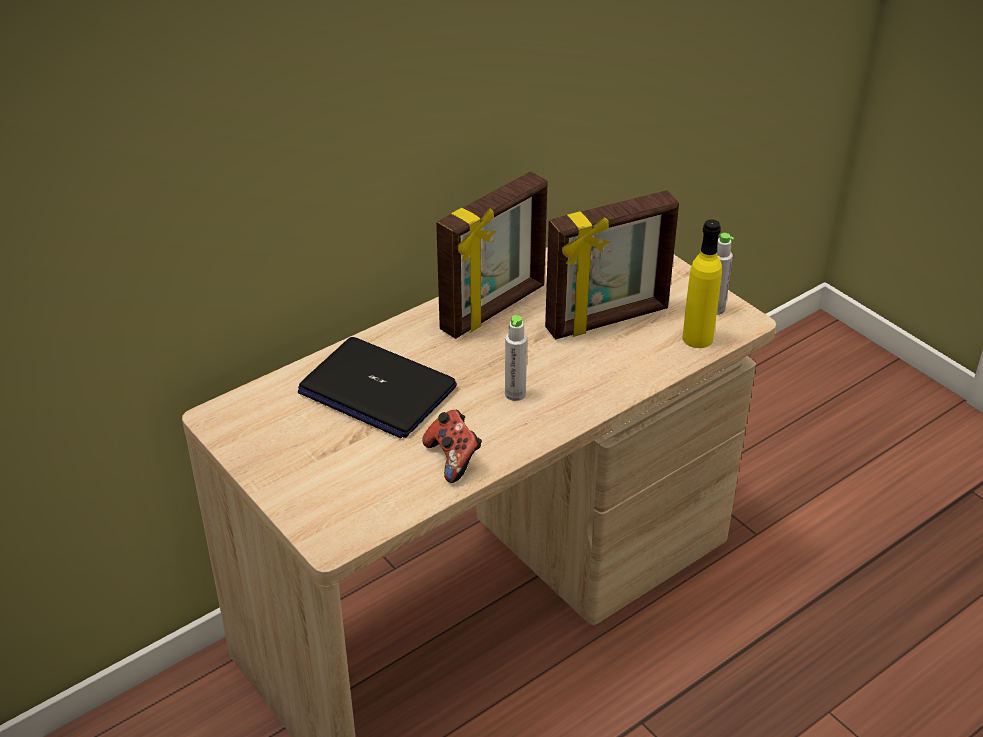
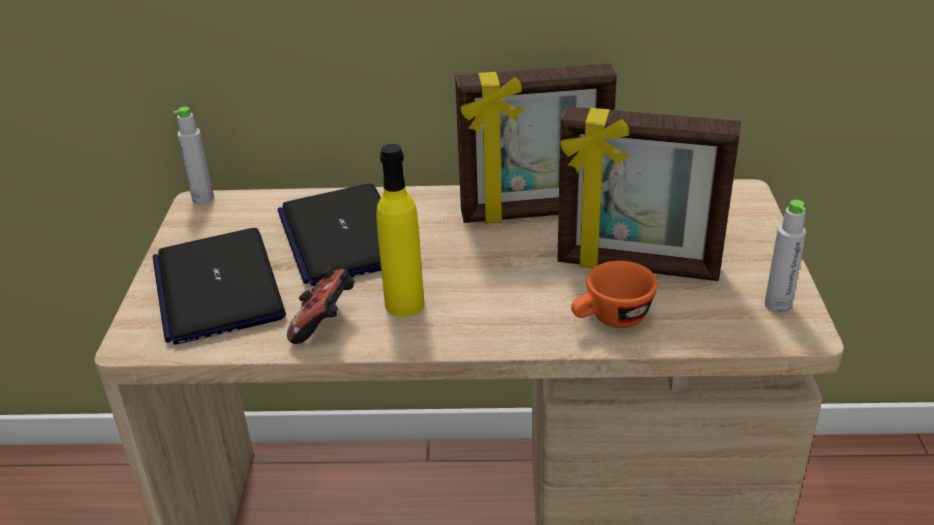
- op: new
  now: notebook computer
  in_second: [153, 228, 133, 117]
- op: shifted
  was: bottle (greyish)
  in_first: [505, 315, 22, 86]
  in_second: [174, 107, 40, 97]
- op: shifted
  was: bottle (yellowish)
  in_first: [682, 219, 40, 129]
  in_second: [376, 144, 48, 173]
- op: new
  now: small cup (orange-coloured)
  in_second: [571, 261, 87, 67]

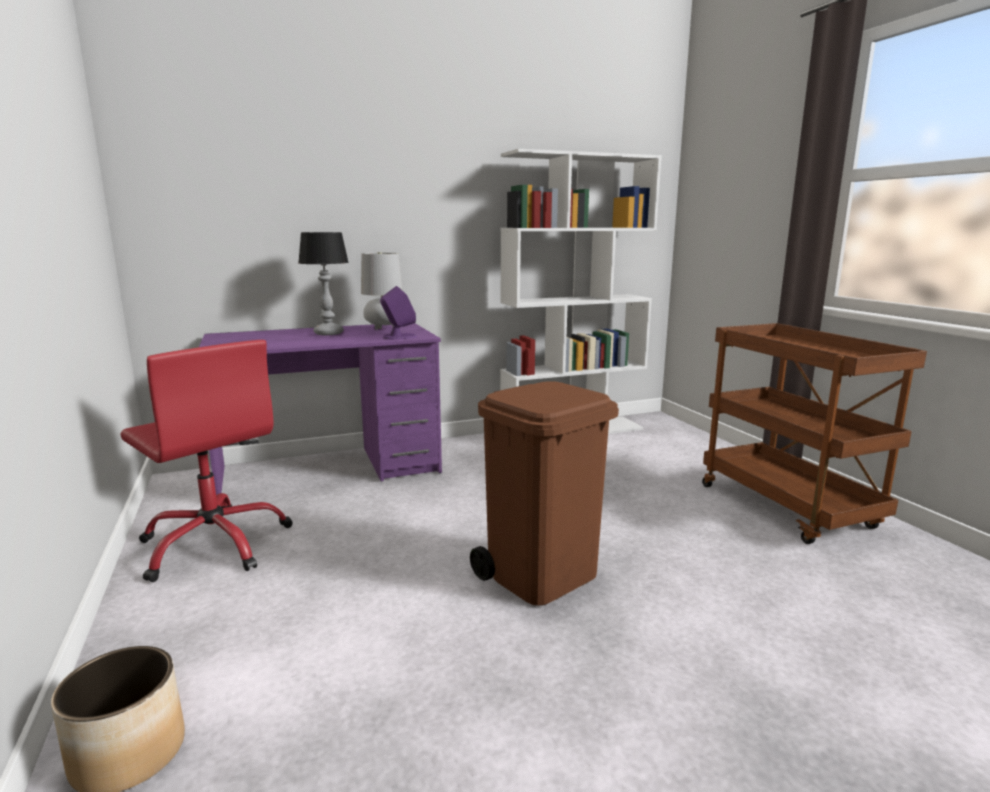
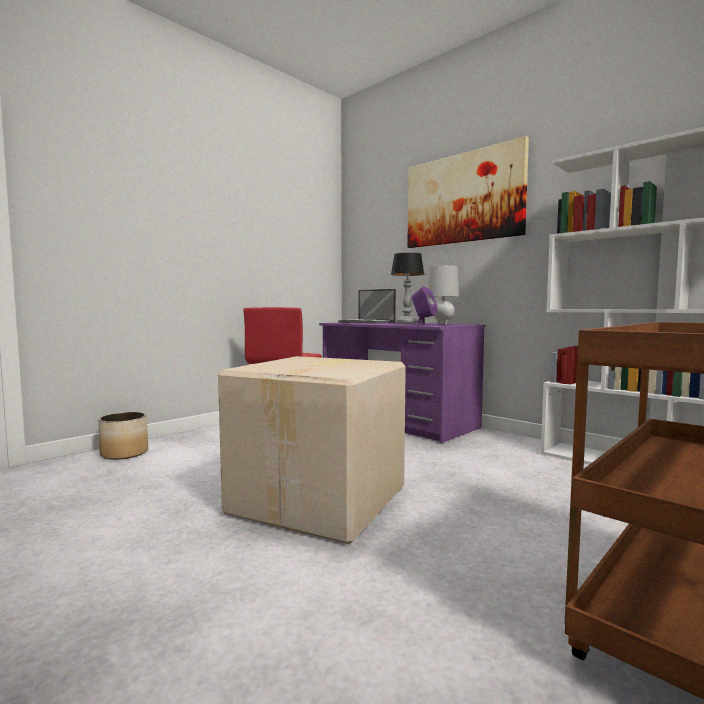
- op: swapped
  was: waste bin (brownish)
  now: cardboard box
  in_first: [470, 381, 149, 225]
  in_second: [218, 356, 188, 188]
- op: new
  now: notebook computer
  in_second: [339, 289, 57, 35]
- op: new
  now: wall art
  in_second: [407, 136, 122, 112]

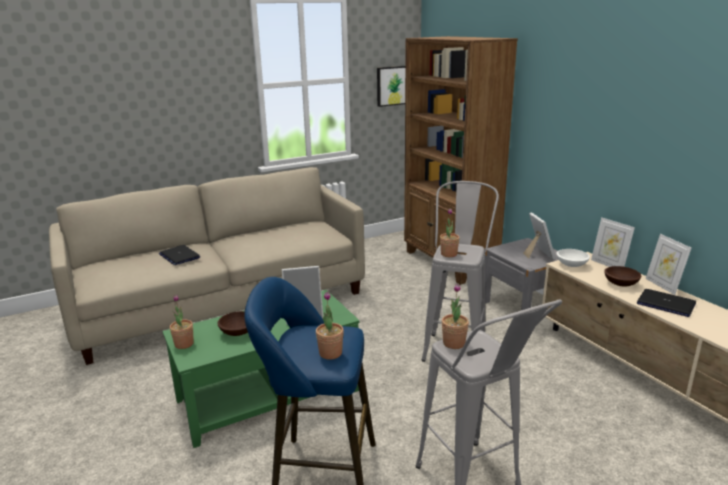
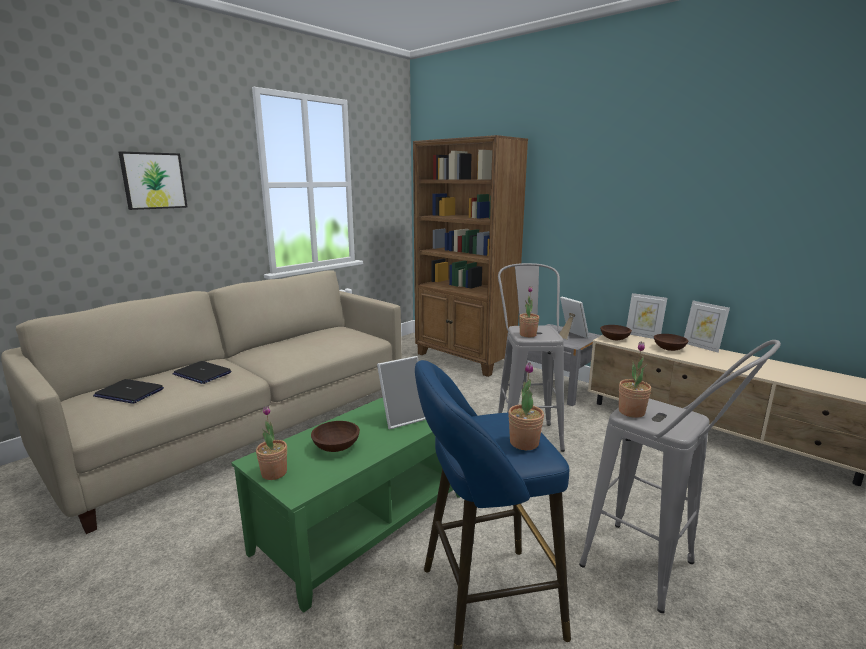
- op: shifted
  was: notebook computer
  in_first: [637, 289, 59, 28]
  in_second: [93, 379, 71, 24]
- op: shifted
  was: wall art
  in_first: [377, 66, 28, 41]
  in_second: [119, 151, 69, 59]
- op: repainted
  was: bowl (white-coloured)
  now: bowl (brownish)
  in_first: [556, 249, 34, 18]
  in_second: [600, 325, 32, 15]

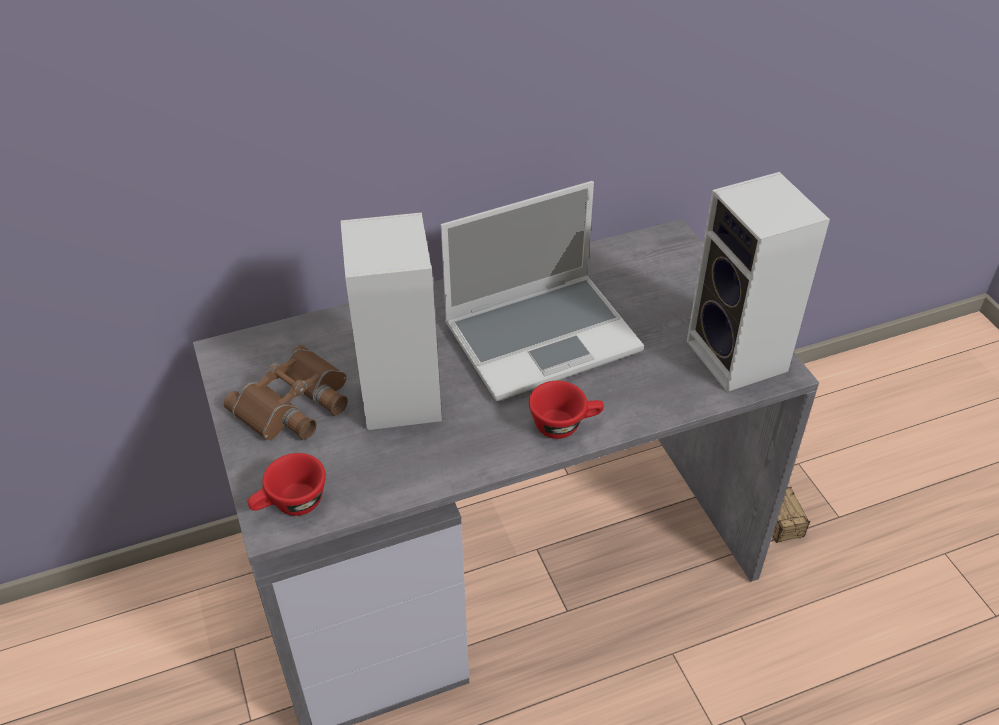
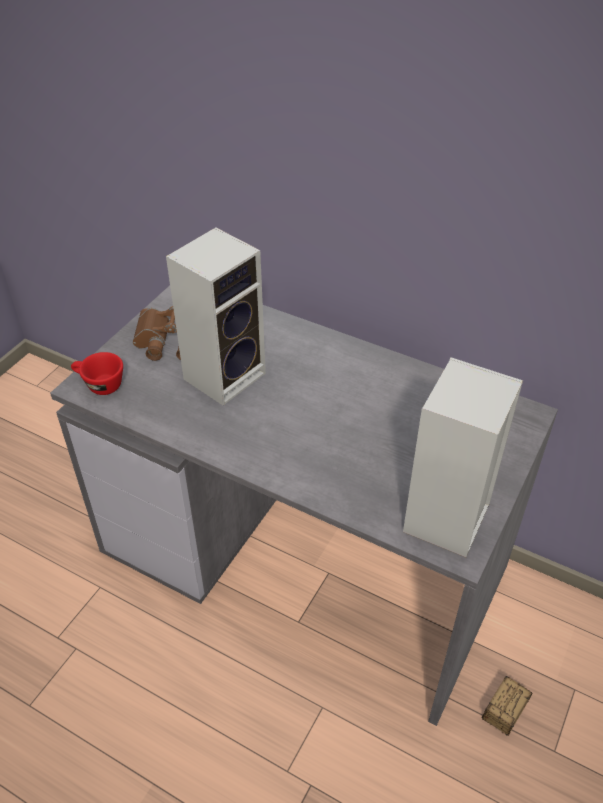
- op: gone
  was: notebook computer
  in_first: [441, 181, 203, 221]
- op: gone
  was: small cup (red-coloured)
  in_first: [529, 381, 75, 58]

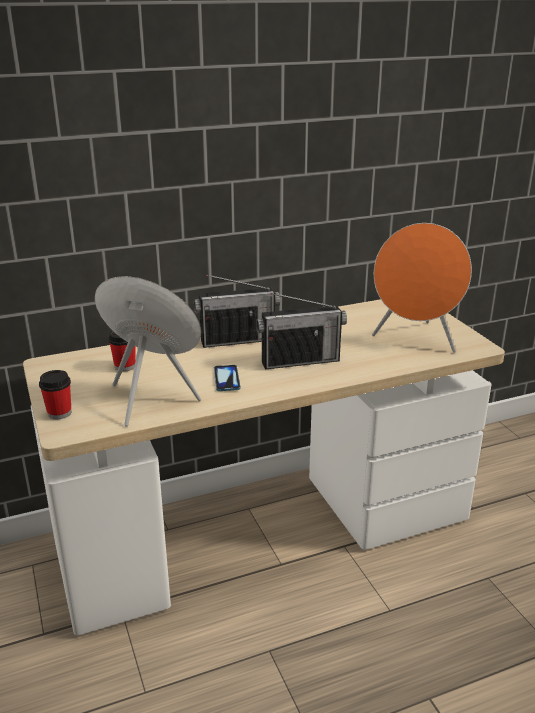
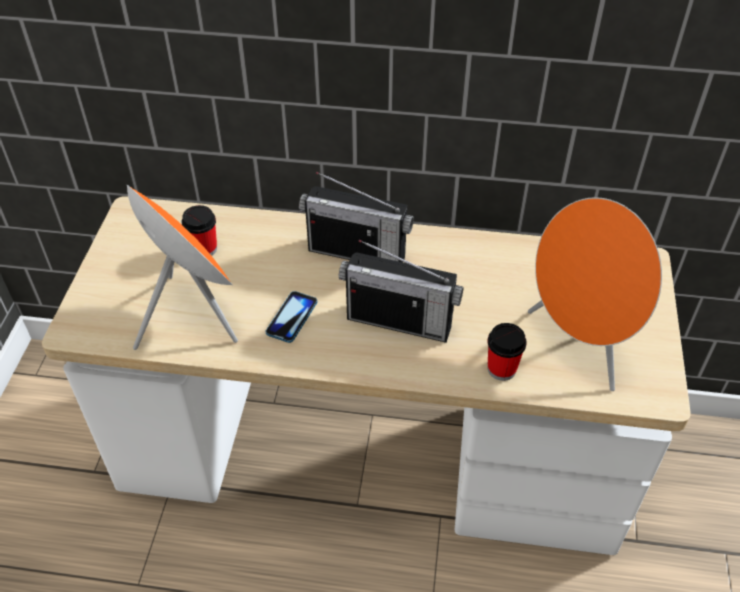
- op: shifted
  was: small cup
  in_first: [39, 370, 32, 49]
  in_second: [488, 323, 39, 58]

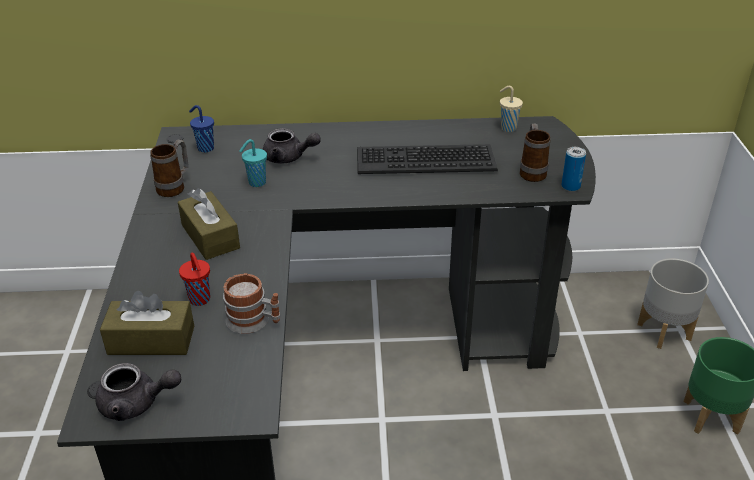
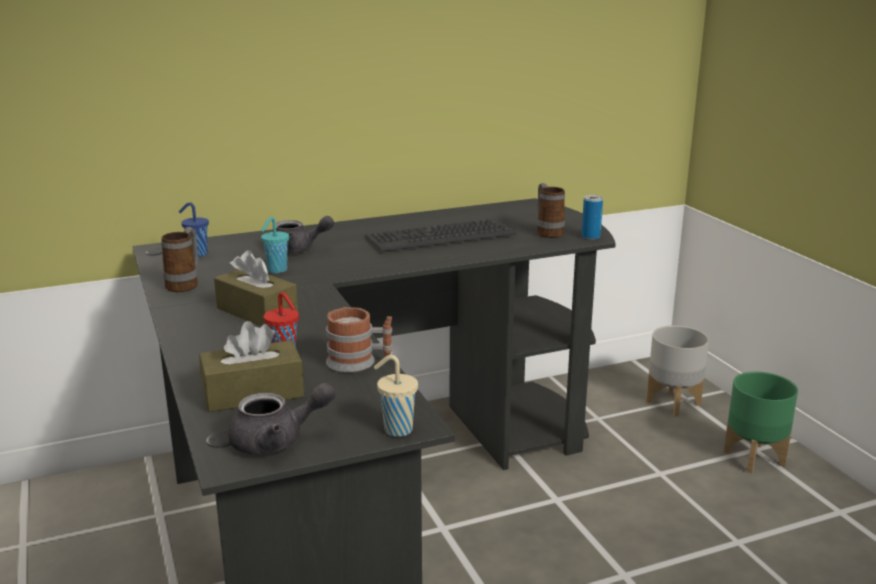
- op: shifted
  was: small cup (beige)
  in_first: [500, 86, 23, 46]
  in_second: [374, 355, 44, 82]

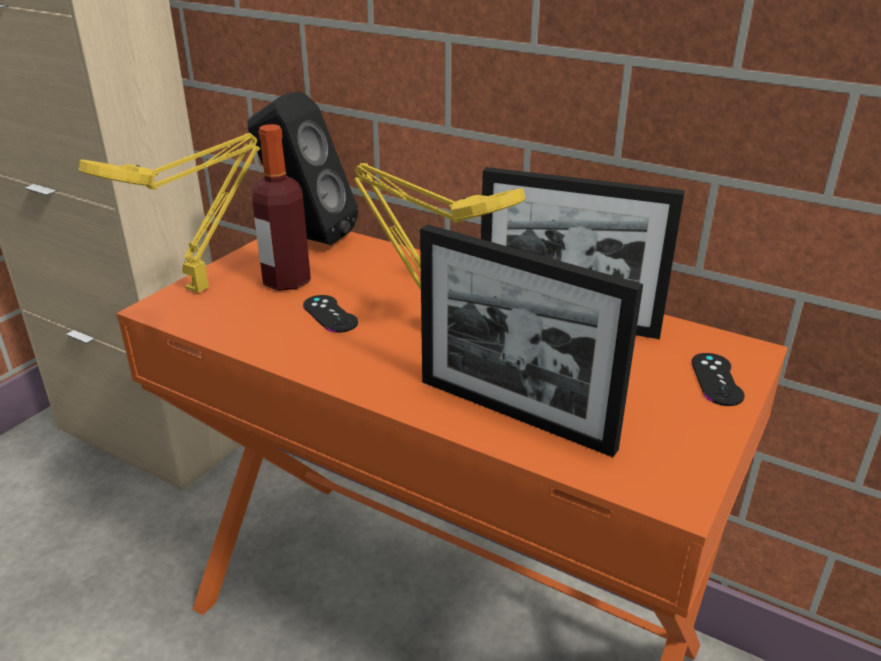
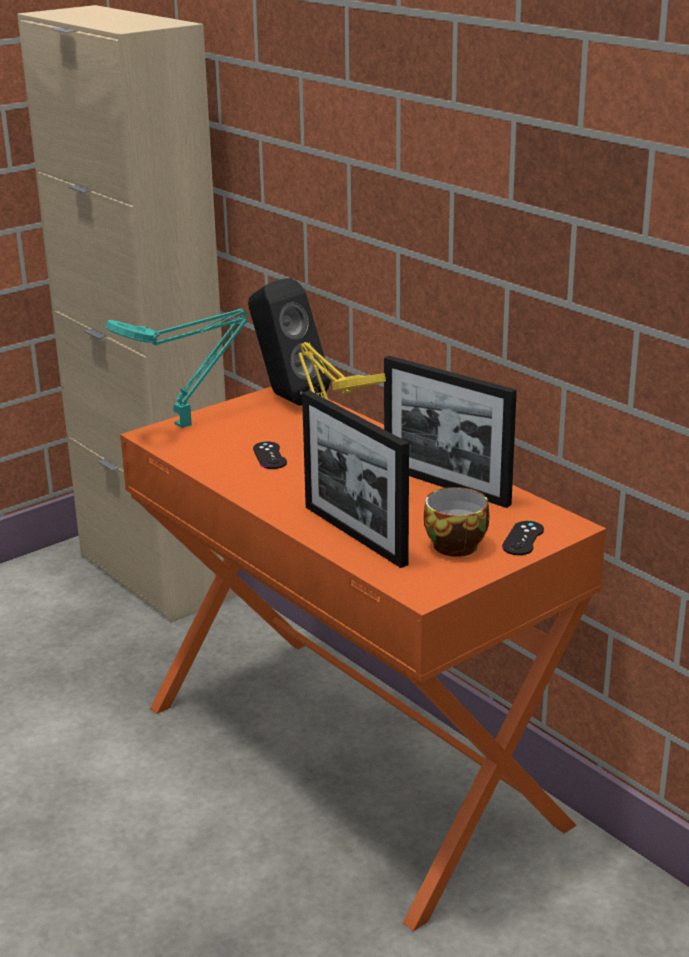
- op: repainted
  was: lamp for a table (yellowish)
  now: lamp for a table (blue-green)
  in_first: [79, 133, 181, 160]
  in_second: [106, 309, 143, 119]
- op: new
  now: small cup
  in_second: [424, 487, 65, 70]
- op: gone
  was: bottle
  in_first: [252, 124, 59, 167]

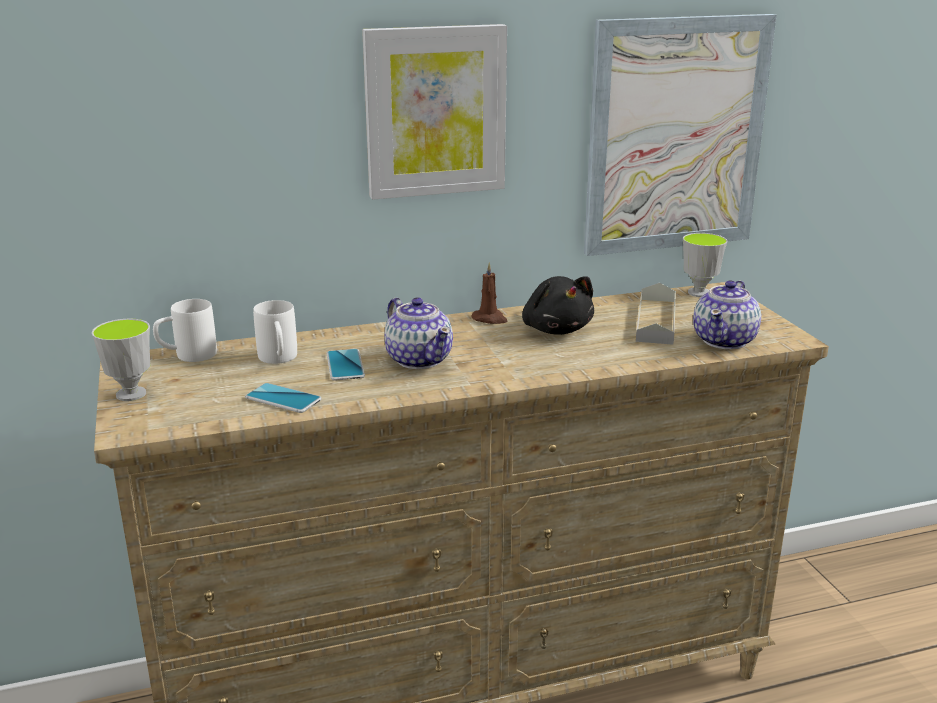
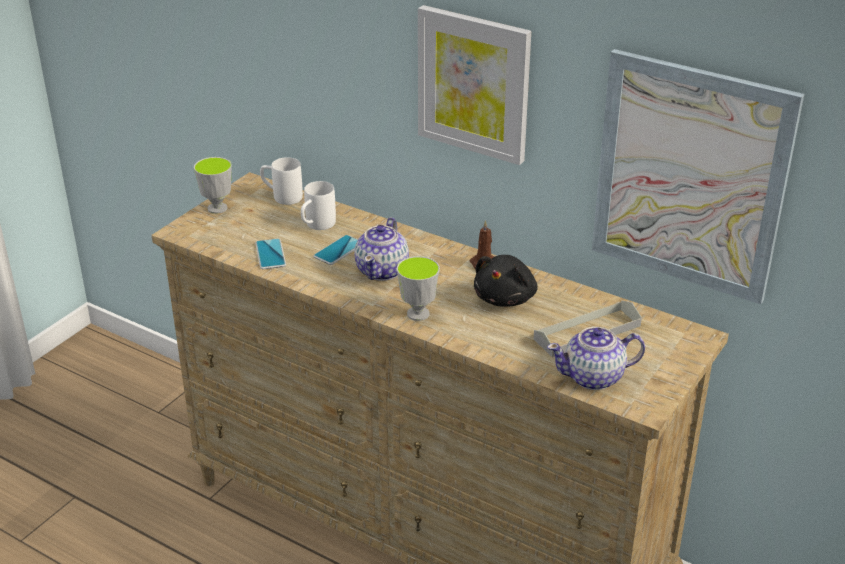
- op: shifted
  was: small cup
  in_first: [683, 233, 44, 64]
  in_second: [397, 256, 43, 65]

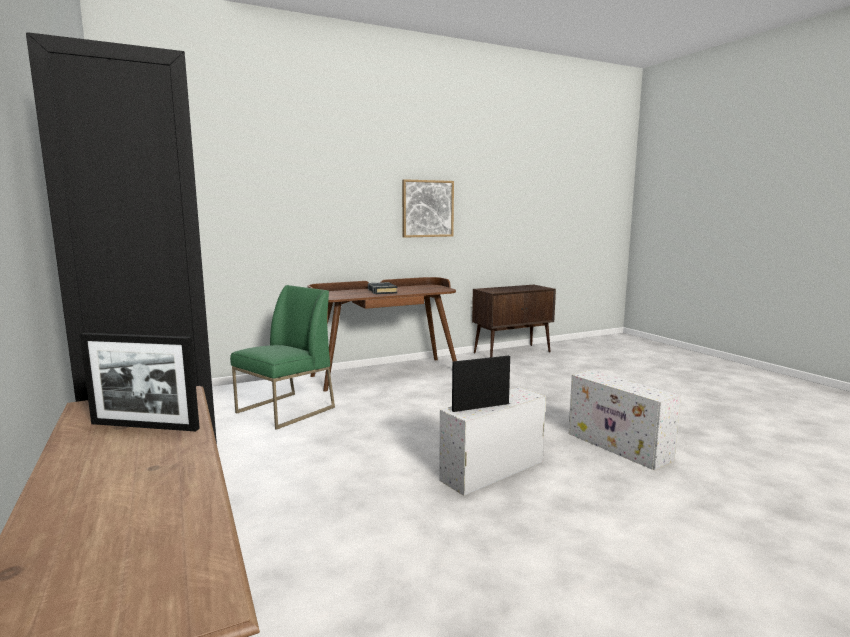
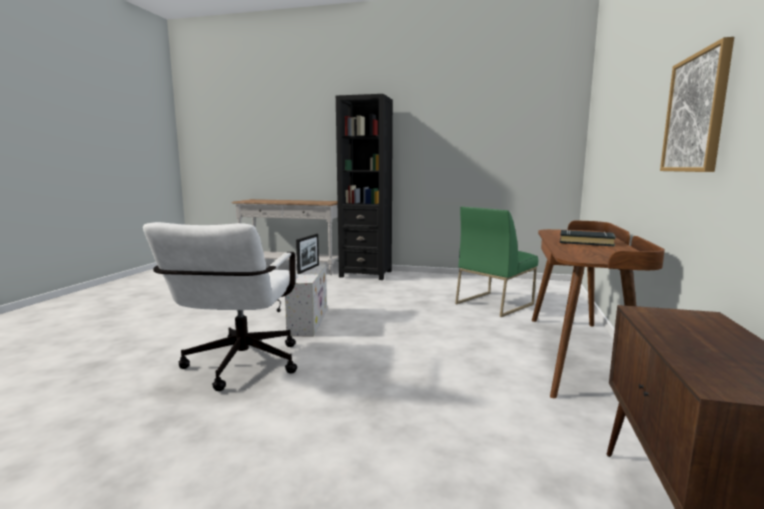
- op: swapped
  was: storage bin (white-coloured)
  now: office chair (white-coloured)
  in_first: [568, 370, 113, 101]
  in_second: [143, 222, 155, 169]
- op: rotated
  was: plain chair (green-coloured)
  in_first: [230, 285, 105, 145]
  in_second: [455, 206, 83, 111]
  clockwise: 60
- op: gone
  was: photo frame
  in_first: [80, 333, 120, 99]

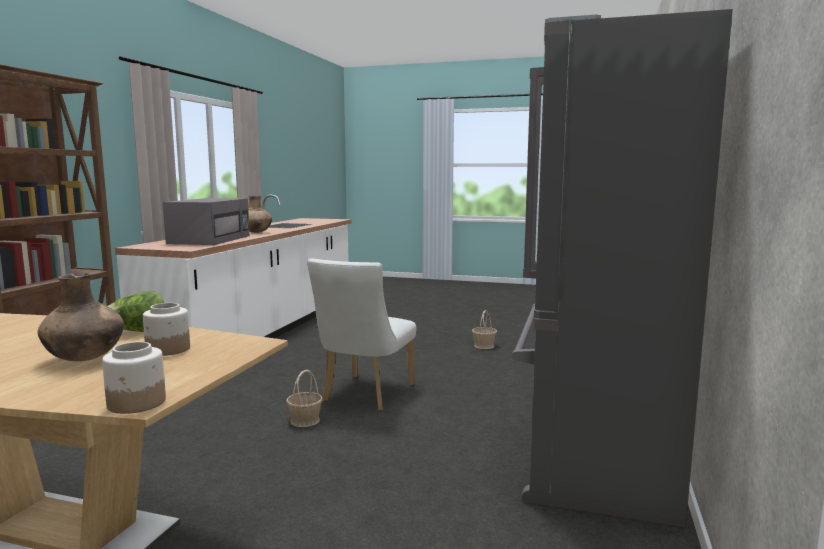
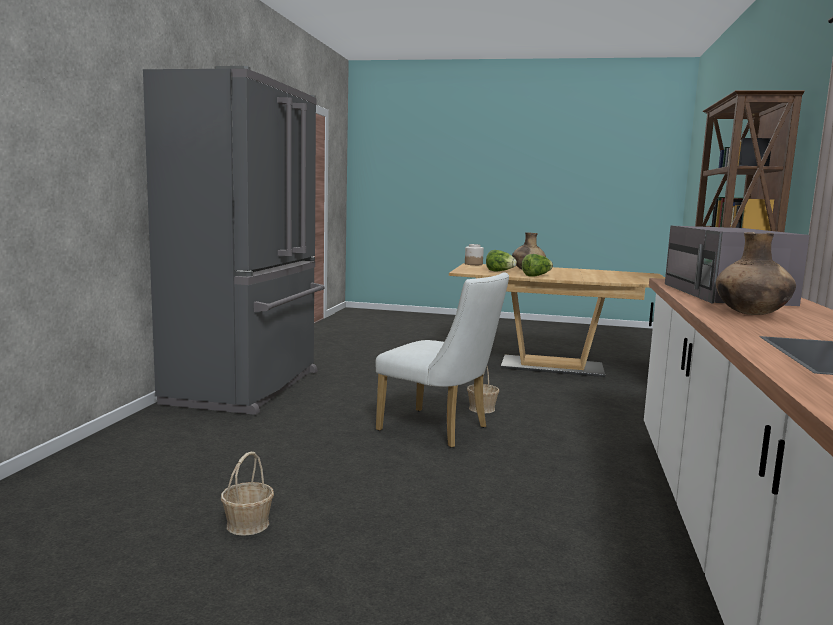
- op: rotated
  was: plain chair (white-coloured)
  in_first: [307, 258, 109, 153]
  in_second: [375, 272, 134, 176]
  clockwise: 105
- op: swapped
  was: storage jar
  now: lettuce head
  in_first: [143, 303, 47, 53]
  in_second: [486, 250, 31, 21]

